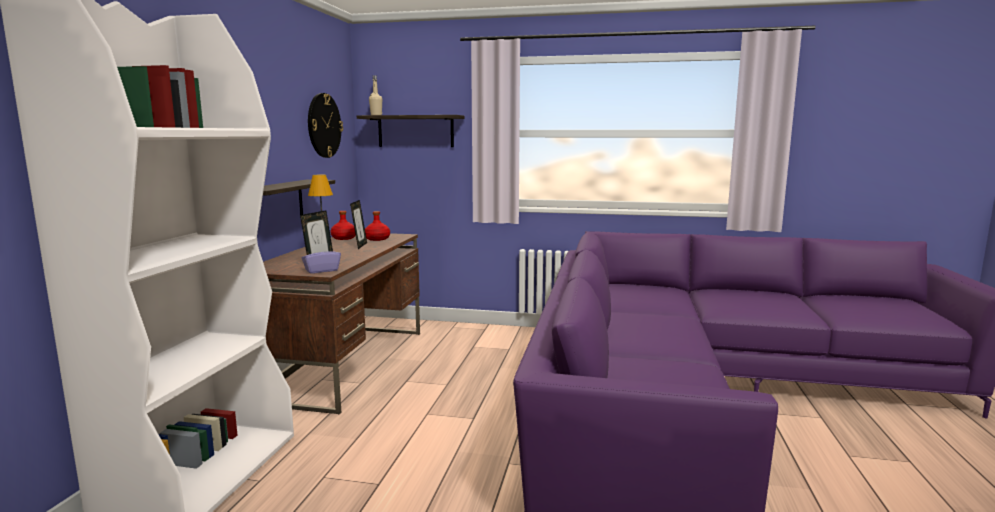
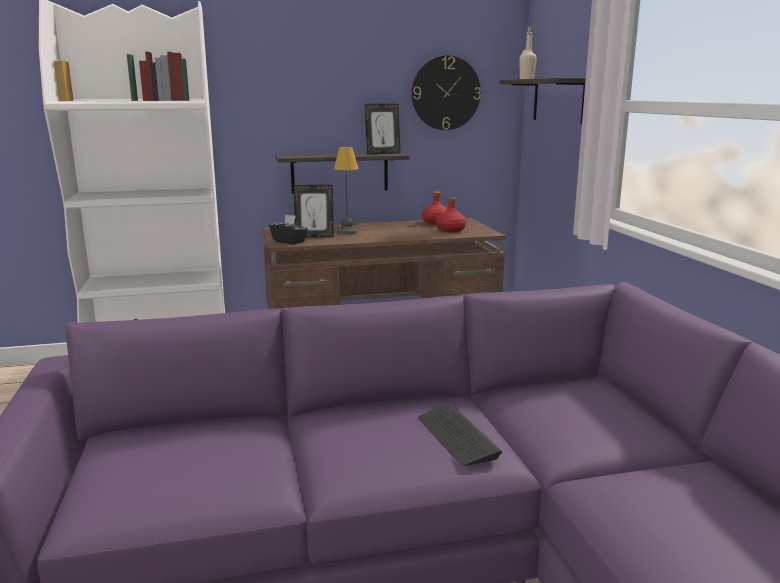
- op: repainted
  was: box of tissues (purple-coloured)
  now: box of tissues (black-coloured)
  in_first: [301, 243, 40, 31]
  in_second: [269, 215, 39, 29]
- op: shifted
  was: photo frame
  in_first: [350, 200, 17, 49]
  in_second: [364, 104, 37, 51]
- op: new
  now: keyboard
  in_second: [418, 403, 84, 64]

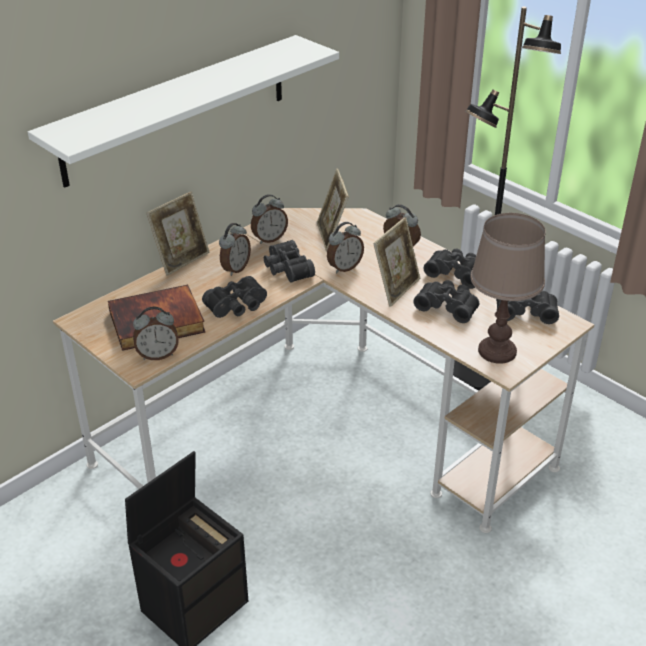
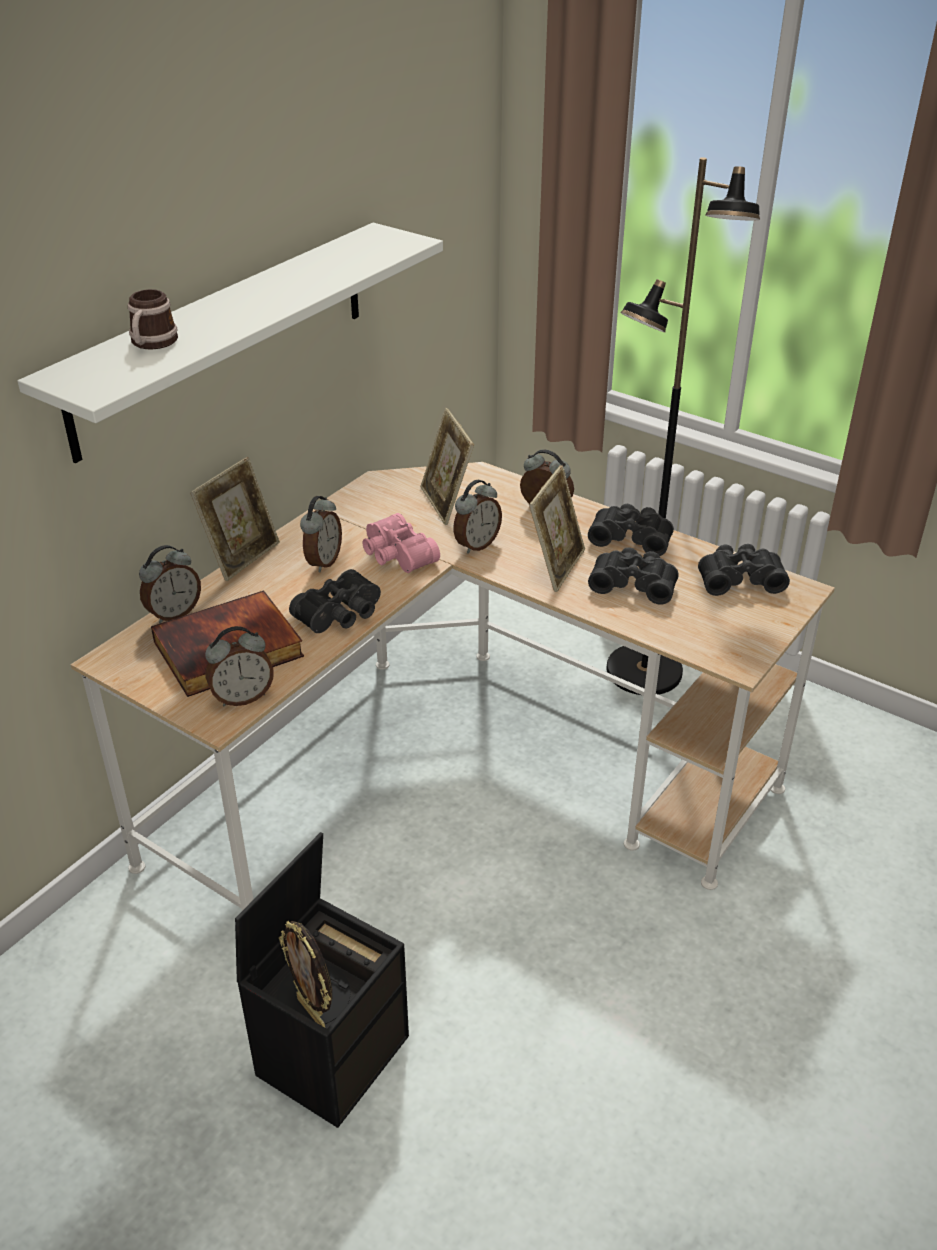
- op: new
  now: mug
  in_second: [128, 289, 50, 60]
- op: shifted
  was: table clock
  in_first: [251, 194, 37, 50]
  in_second: [139, 545, 62, 78]
- op: new
  now: photo frame
  in_second: [279, 921, 53, 107]
- op: repainted
  was: binoculars (black-coloured)
  now: binoculars (pink-coloured)
  in_first: [264, 240, 51, 43]
  in_second: [363, 513, 77, 60]
- op: gone
  was: lamp for a table (brownish)
  in_first: [470, 213, 76, 151]

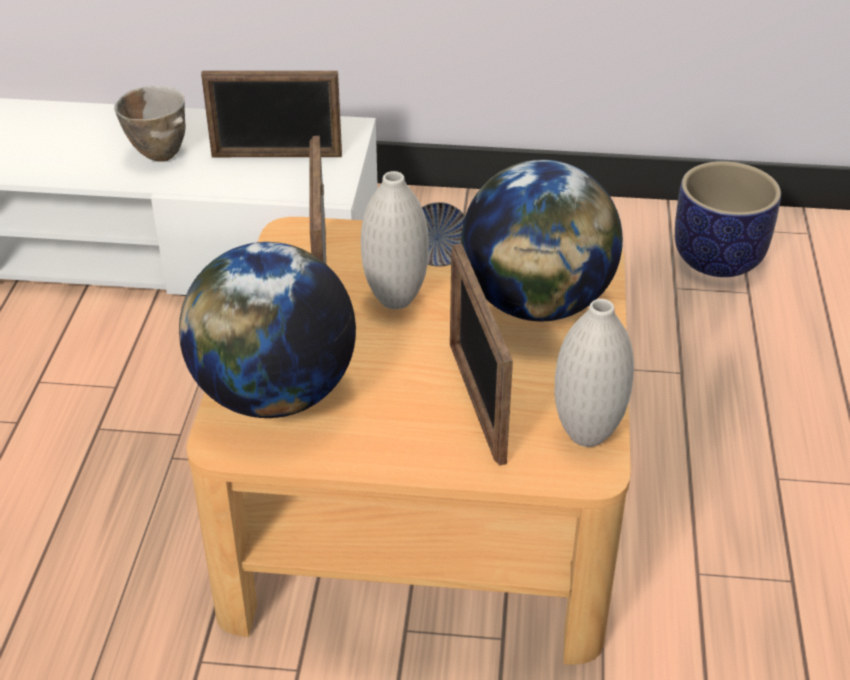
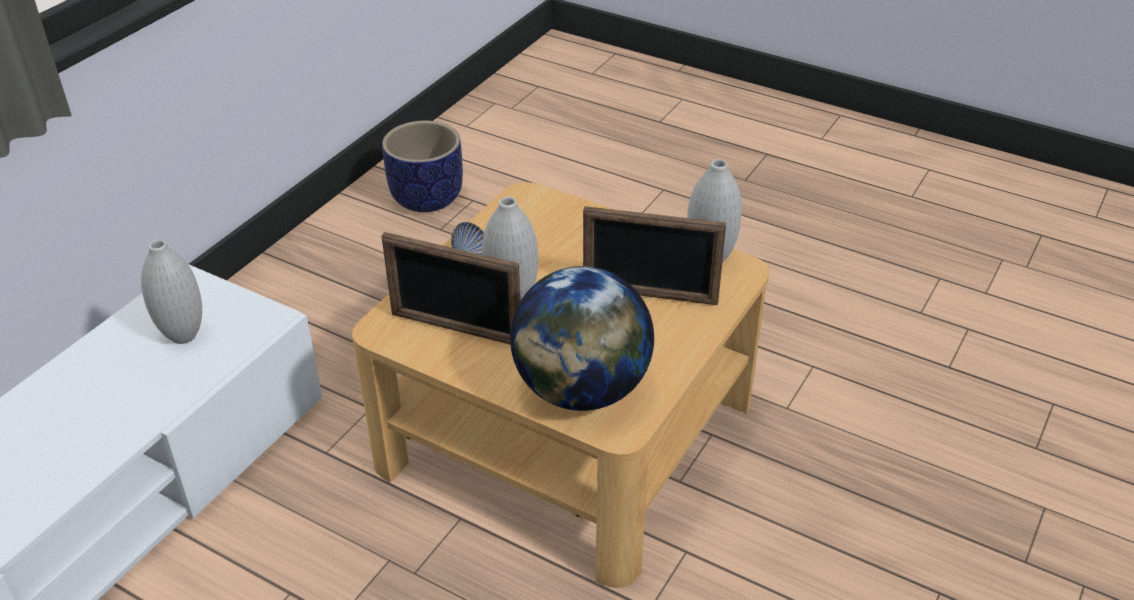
- op: swapped
  was: photo frame
  now: flower vase (white-coloured)
  in_first: [201, 71, 141, 86]
  in_second: [141, 240, 61, 104]
- op: gone
  was: bowl
  in_first: [114, 86, 72, 76]
- op: gone
  was: globe
  in_first: [461, 160, 162, 161]

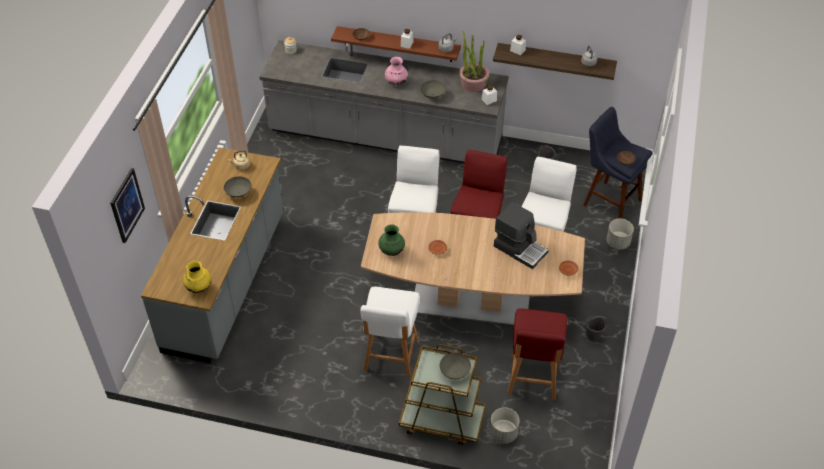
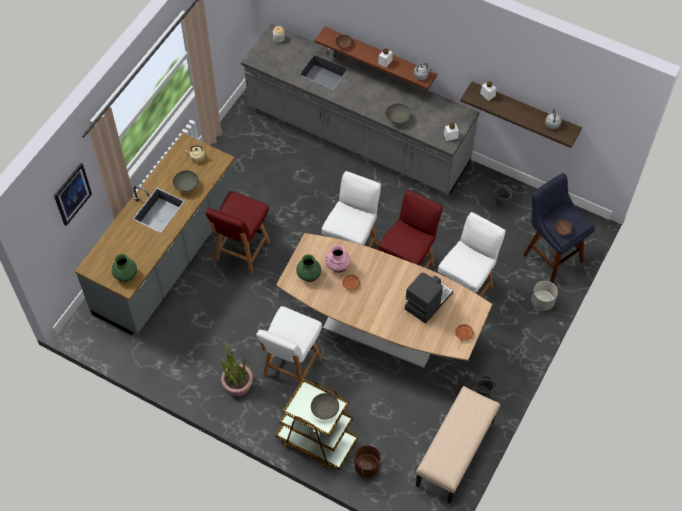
- op: repainted
  was: flower vase (yellowish)
  now: flower vase (green-coloured)
  in_first: [183, 261, 28, 32]
  in_second: [112, 254, 25, 28]
- op: shifted
  was: plain chair (red-coloured)
  in_first: [507, 308, 60, 92]
  in_second: [205, 191, 65, 83]
- op: shifted
  was: houseplant
  in_first: [459, 31, 31, 61]
  in_second: [220, 342, 33, 54]
- op: shifted
  was: flower vase (pink-coloured)
  in_first: [385, 57, 23, 29]
  in_second: [326, 245, 24, 28]
- op: repainted
  was: flower pot (greyish)
  now: flower pot (brownish)
  in_first: [490, 407, 29, 37]
  in_second: [354, 445, 27, 33]
- op: rotated
  was: coffee brewer
  in_first: [494, 202, 55, 67]
  in_second: [405, 273, 48, 51]
  clockwise: -105
- op: new
  now: bench (beige)
  in_second: [416, 386, 84, 118]

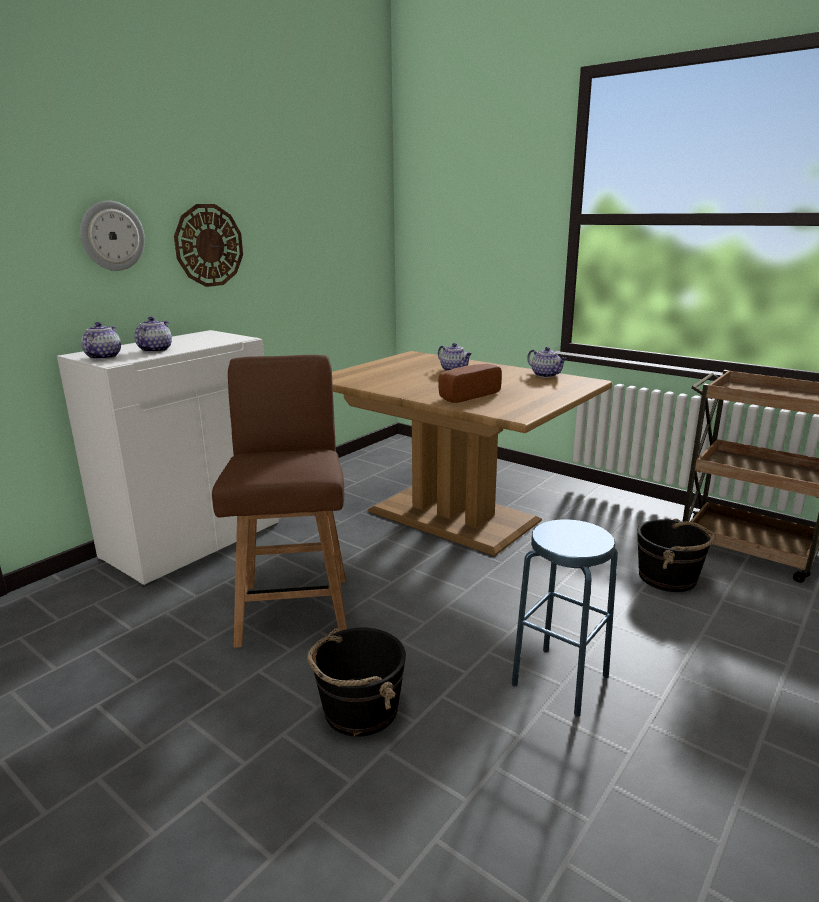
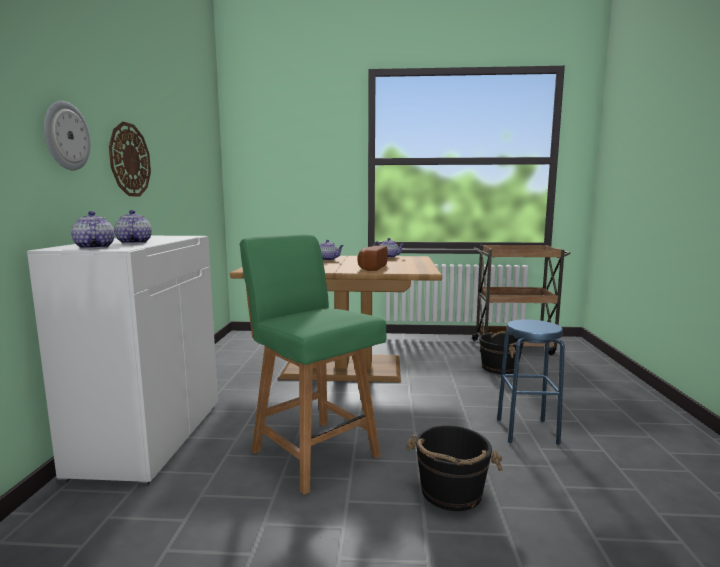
- op: repainted
  was: plain chair (brownish)
  now: plain chair (green-coloured)
  in_first: [212, 355, 135, 293]
  in_second: [240, 234, 146, 261]

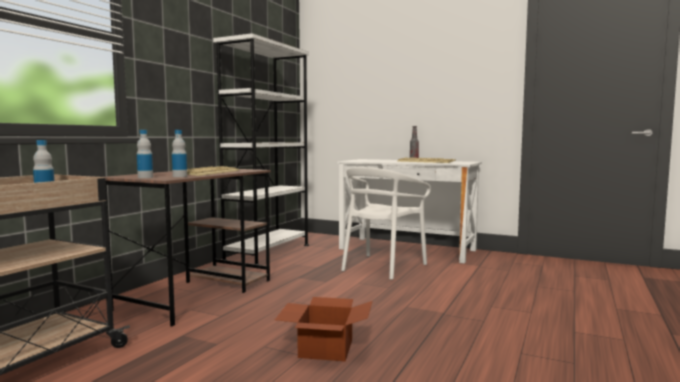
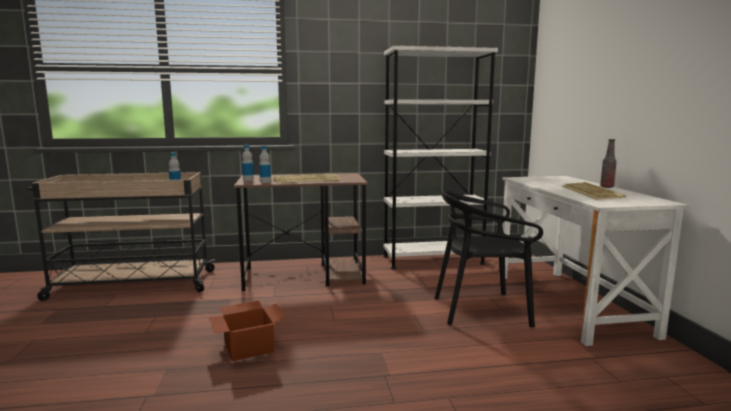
- op: repainted
  was: plain chair (white-coloured)
  now: plain chair (black-coloured)
  in_first: [341, 167, 90, 113]
  in_second: [435, 190, 108, 138]

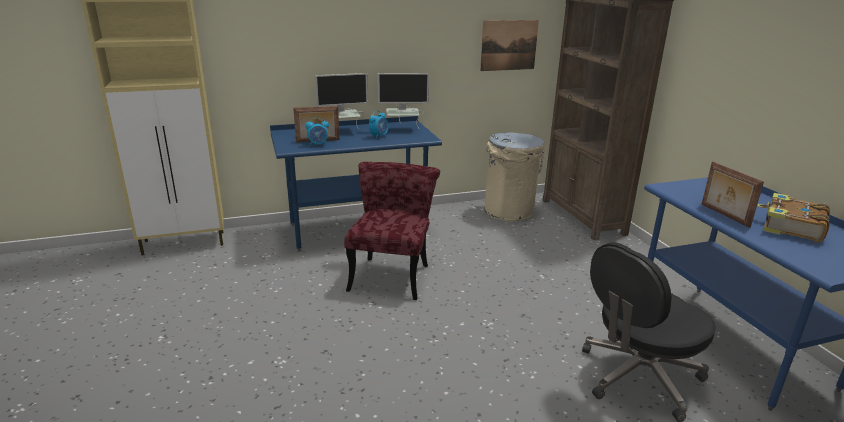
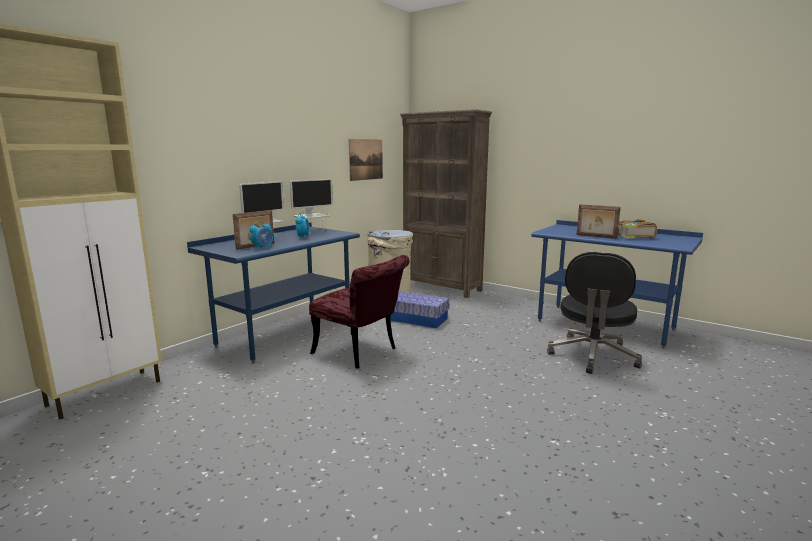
- op: rotated
  was: plain chair (red-coloured)
  in_first: [344, 162, 96, 138]
  in_second: [309, 255, 101, 114]
  clockwise: 150
- op: new
  now: storage bin
  in_second: [391, 291, 58, 37]

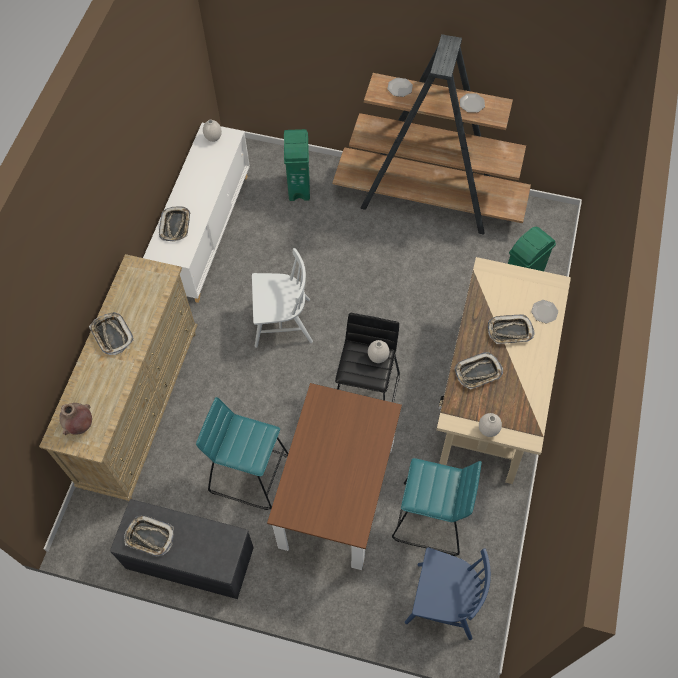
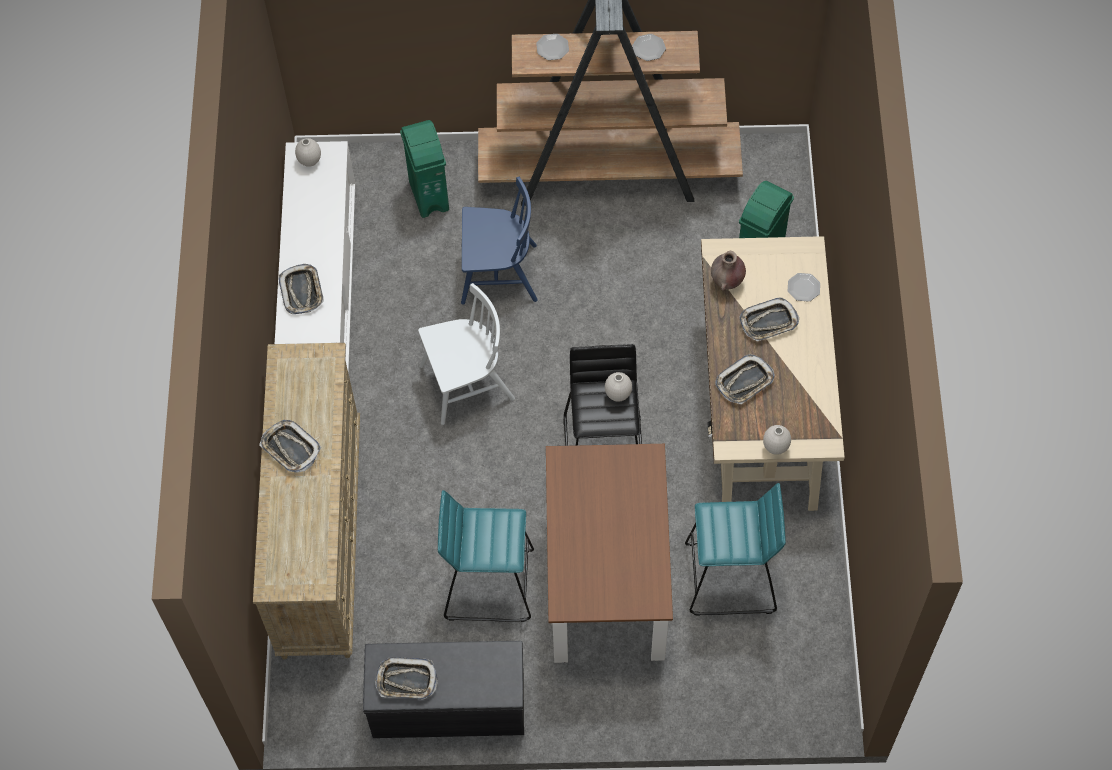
- op: shifted
  was: plain chair (bluish)
  in_first: [405, 548, 86, 92]
  in_second: [461, 177, 77, 128]
- op: shifted
  was: flower vase (brownish)
  in_first: [59, 403, 33, 32]
  in_second: [711, 251, 35, 40]

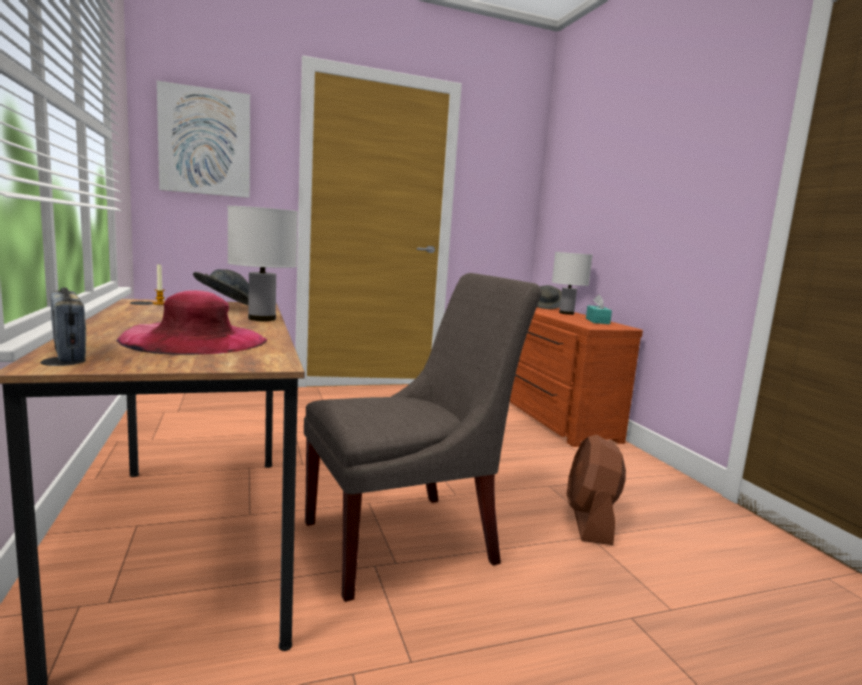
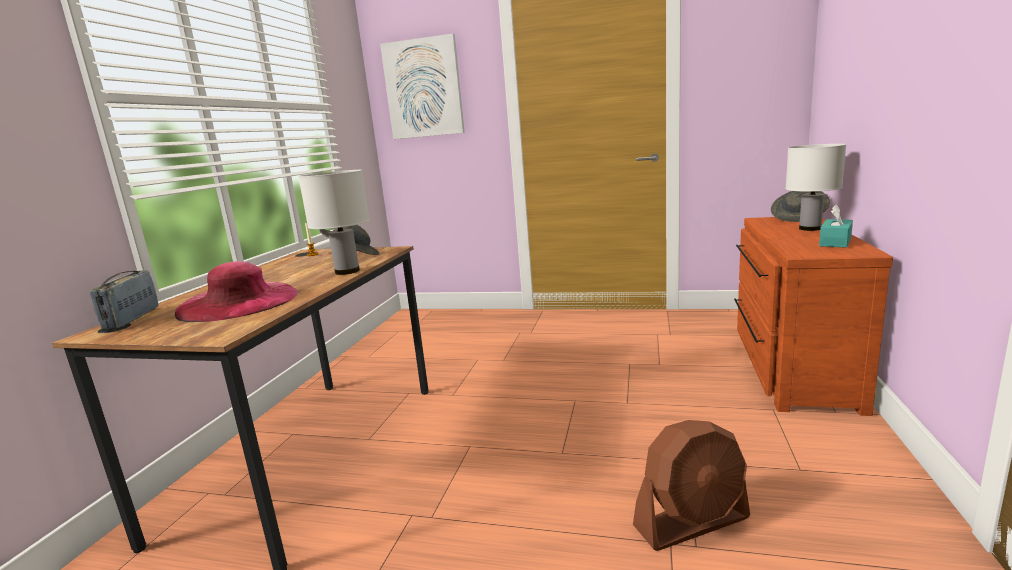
- op: rotated
  was: cooling fan (brownish)
  in_first: [567, 435, 59, 110]
  in_second: [633, 420, 117, 131]
  clockwise: -150
- op: gone
  was: plain chair (greyish)
  in_first: [304, 273, 238, 329]

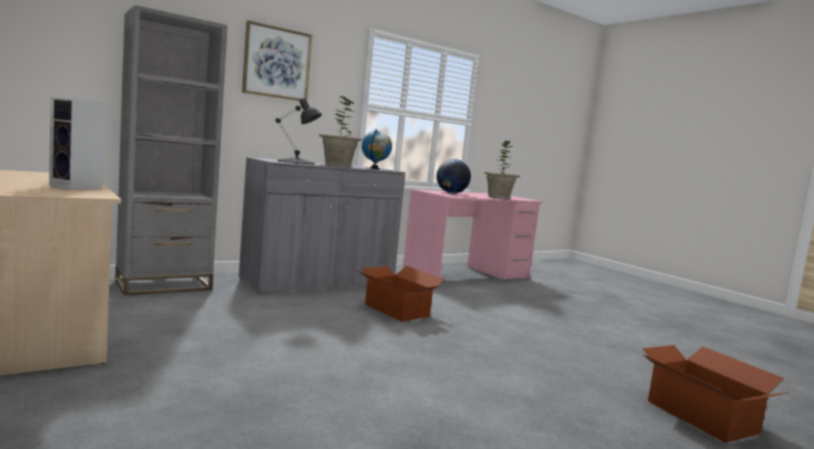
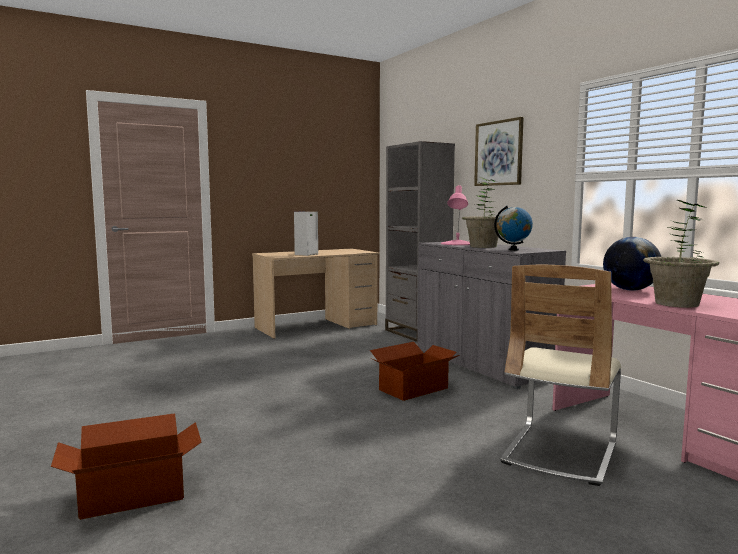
- op: repainted
  was: lamp for a table (black-coloured)
  now: lamp for a table (pink-coloured)
  in_first: [275, 98, 47, 66]
  in_second: [441, 185, 29, 60]
- op: new
  now: plain chair (beige)
  in_second: [500, 265, 121, 221]

